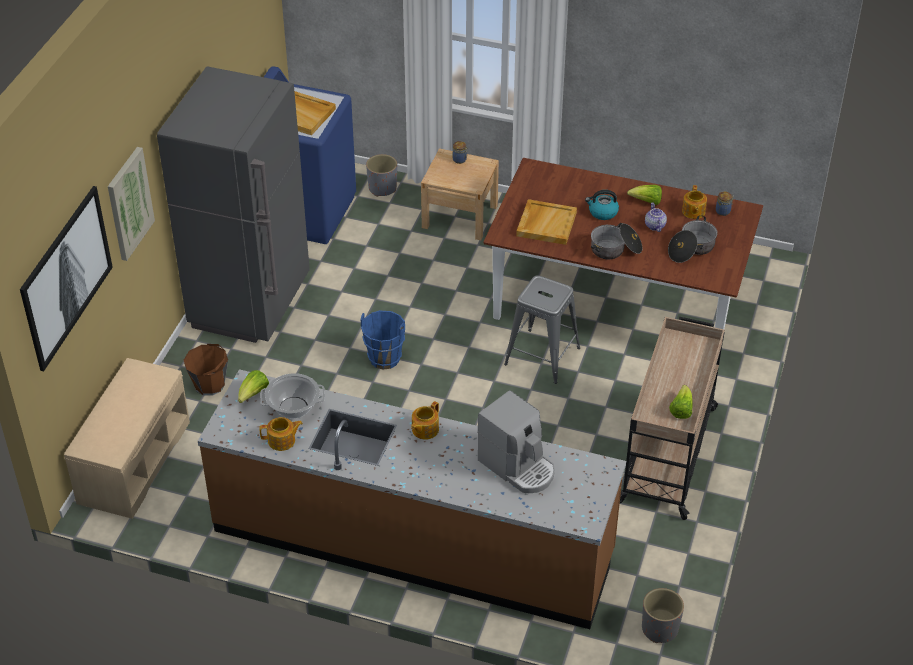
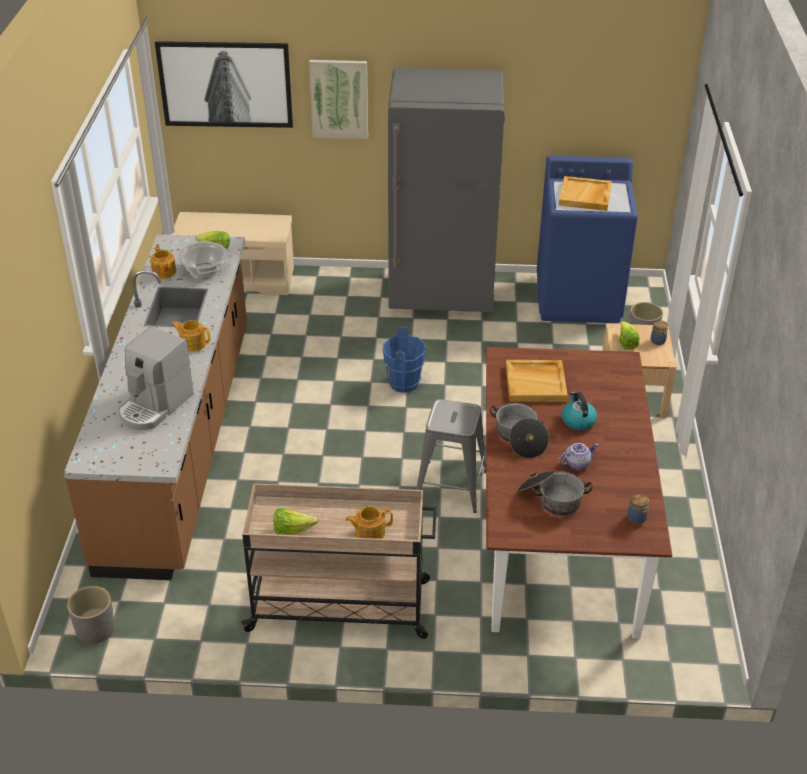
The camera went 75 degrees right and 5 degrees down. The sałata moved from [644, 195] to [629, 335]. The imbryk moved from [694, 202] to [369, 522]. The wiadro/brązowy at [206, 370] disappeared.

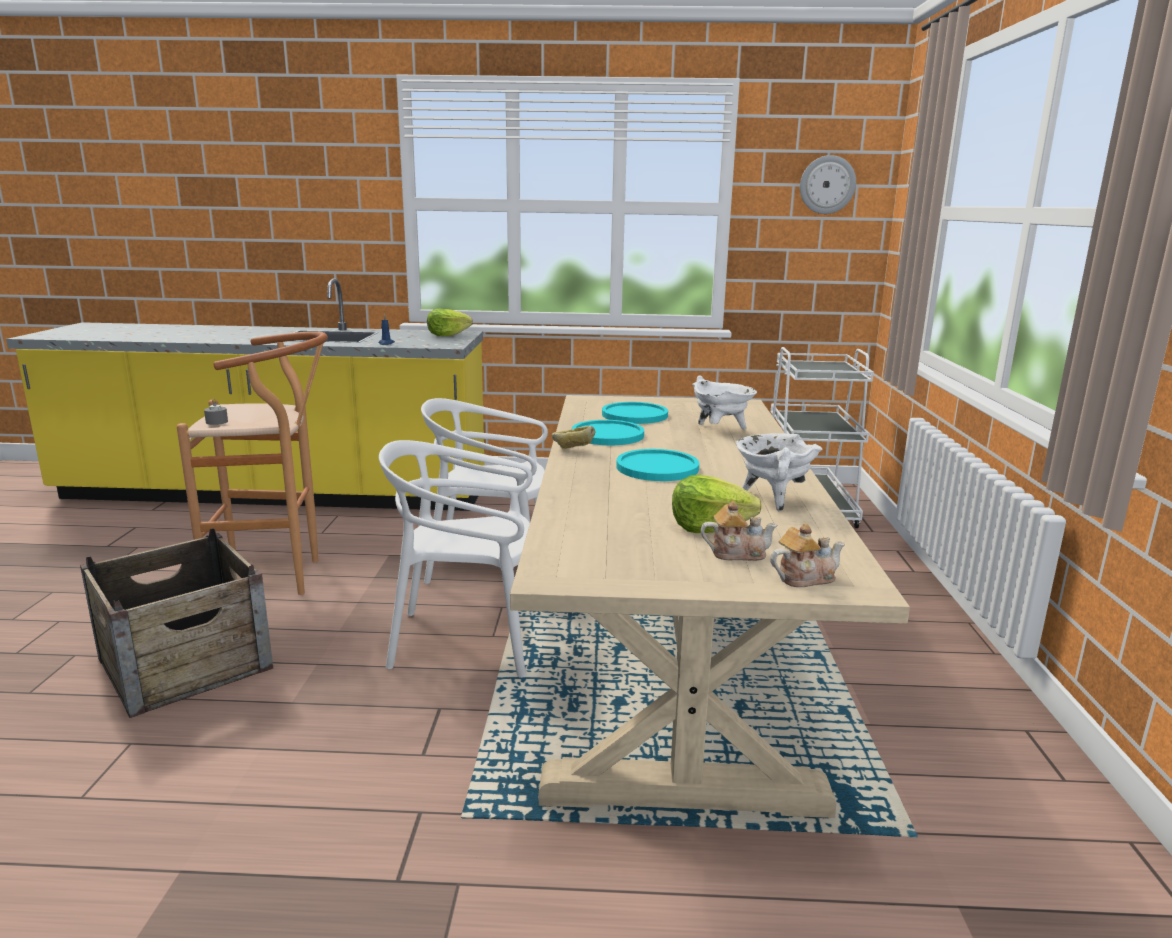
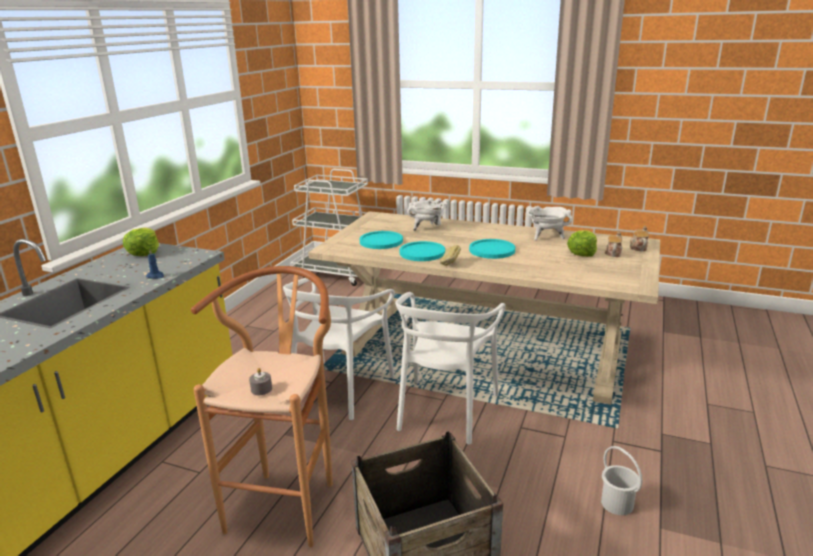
The camera went 70 degrees left and 5 degrees up. The zegar ścienny at [828, 184] disappeared. The wiadro/biały at [621, 480] appeared.

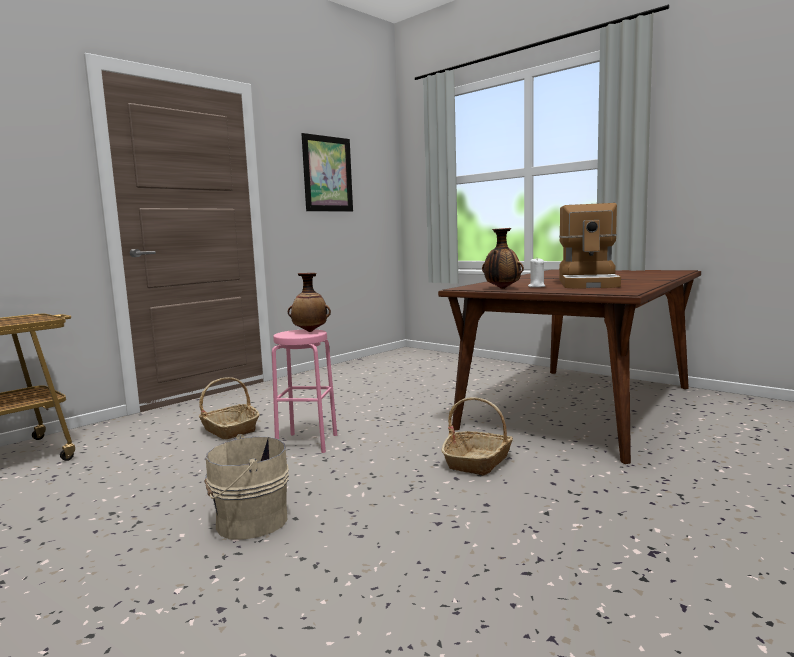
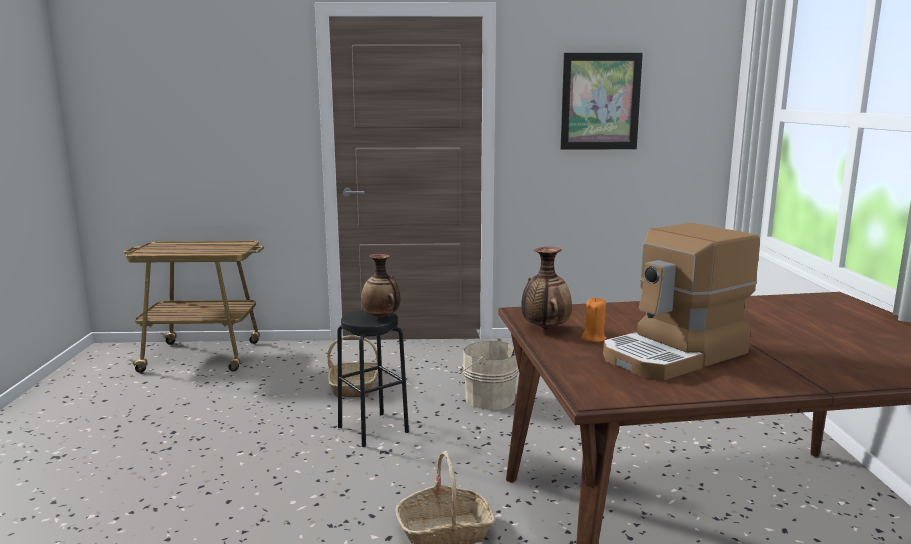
The camera went 45 degrees right and 5 degrees up. The świeca/biały at [536, 272] became the świeca/pomarańczowy at [594, 320]. The stołek/różowy at [304, 391] became the stołek/czarny at [373, 378]. The wiadro/beżowy moved from [246, 487] to [488, 374].

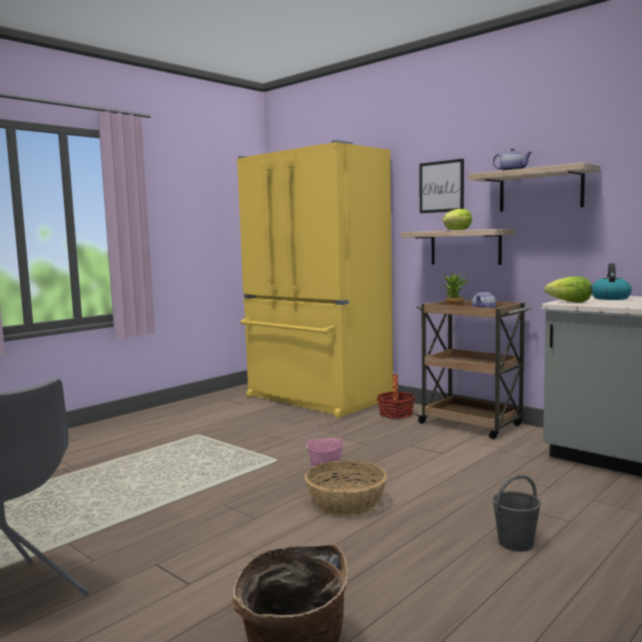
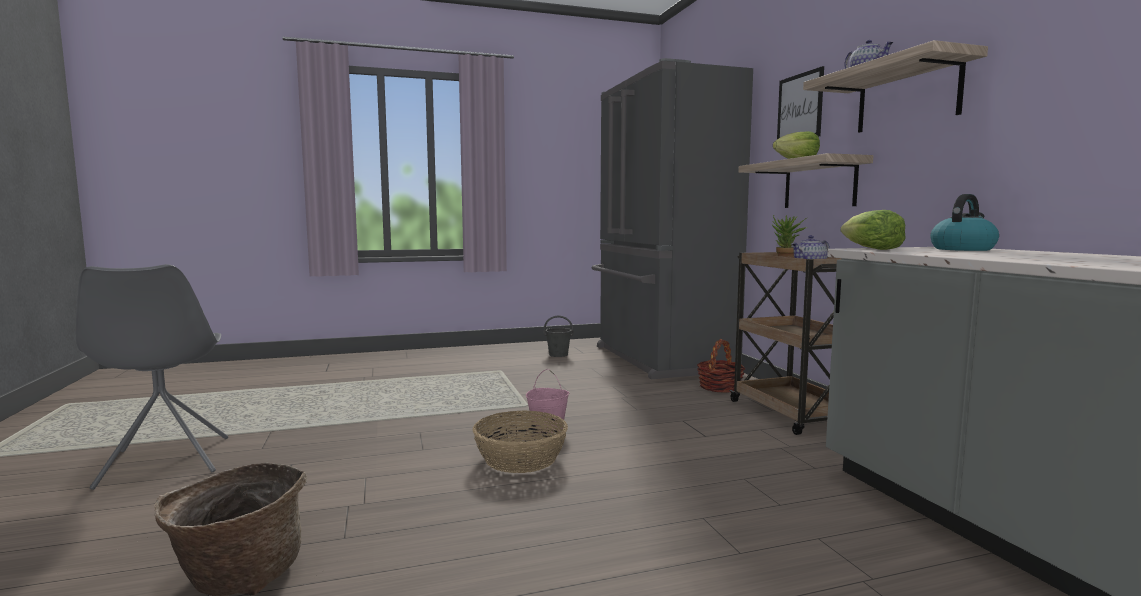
The camera went 30 degrees right and 0 degrees up. The lodówka/żółty at [315, 279] became the lodówka/szary at [672, 218]. The wiadro/szary moved from [516, 513] to [558, 336].

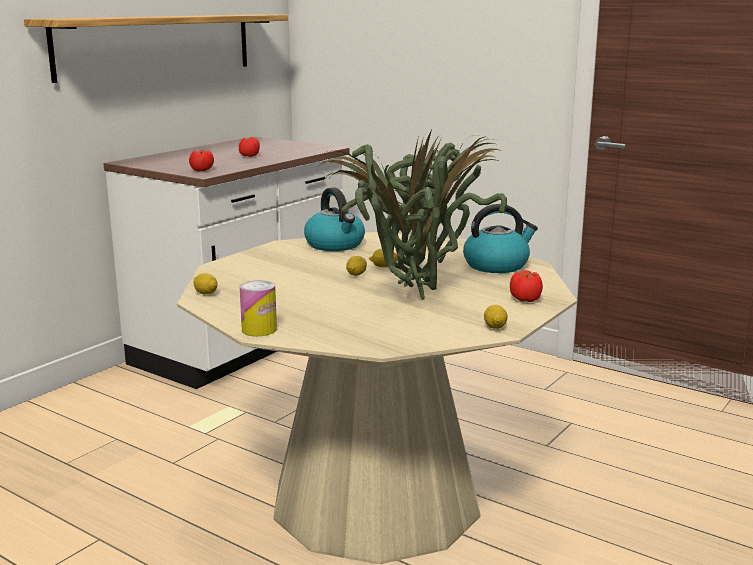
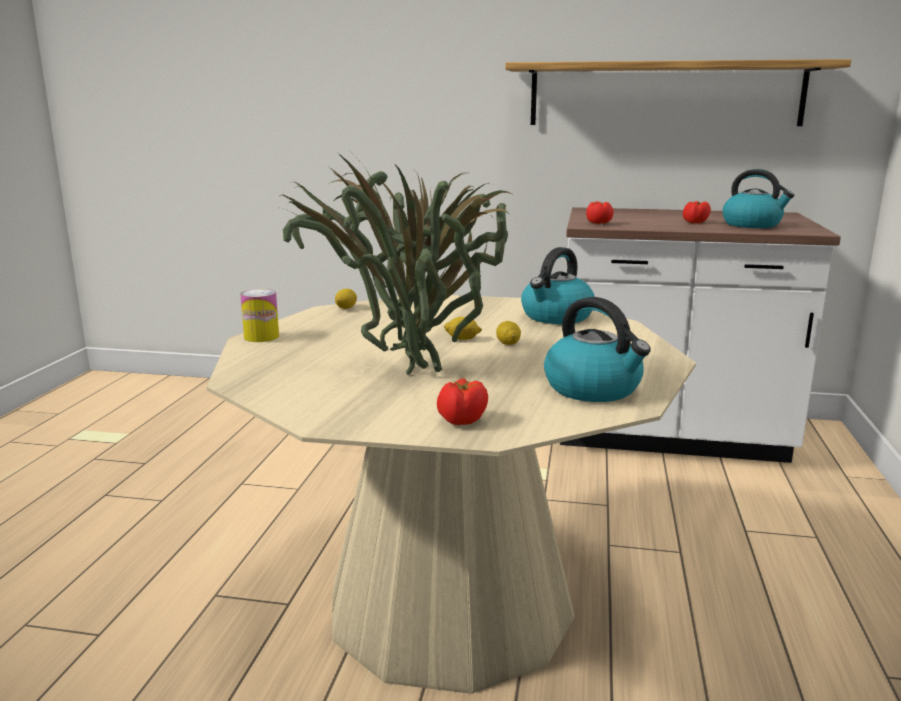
The camera went 65 degrees right and 0 degrees up. The cytryna at [495, 317] disappeared. The czajnik at [758, 198] appeared.

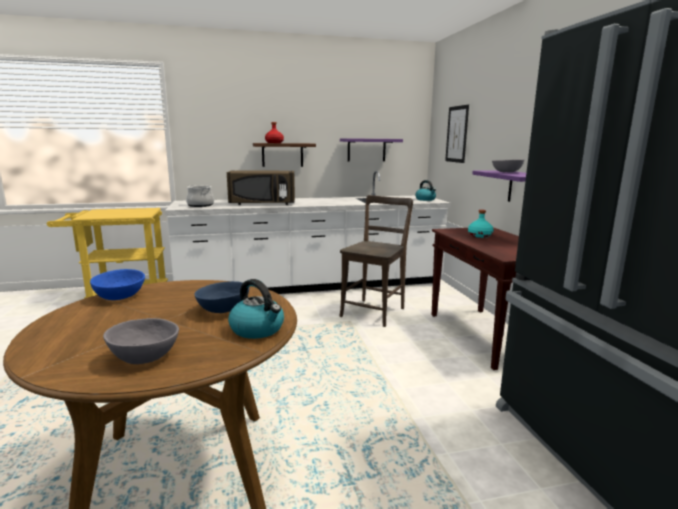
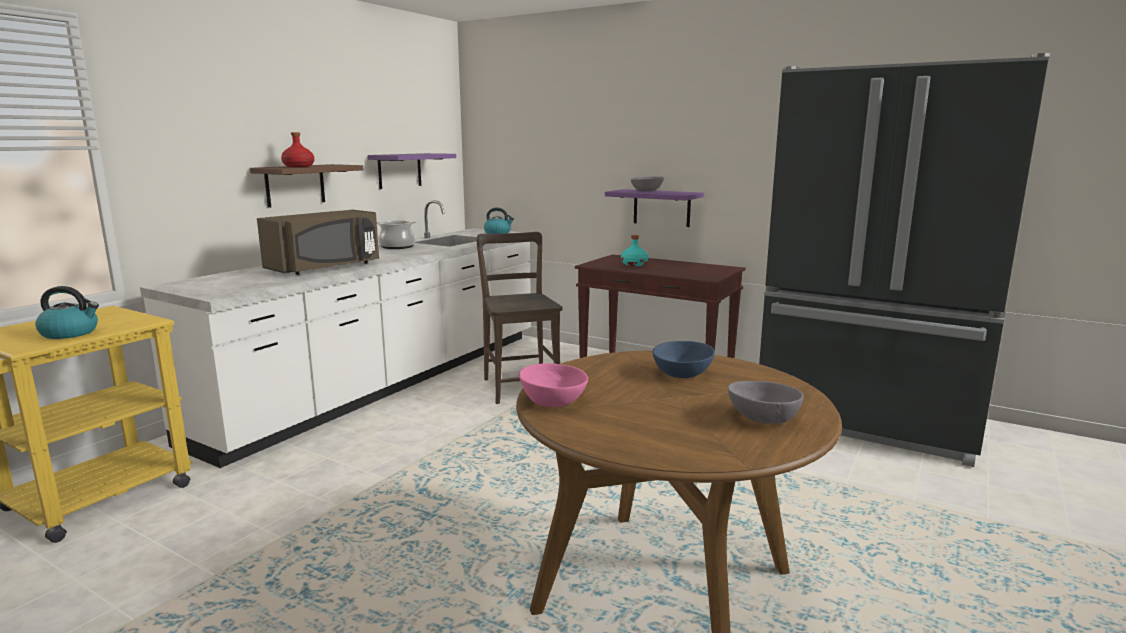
The camera went 45 degrees left and 0 degrees up. The obraz at [457, 134] disappeared. The garnek moved from [200, 196] to [397, 234]. The miska/niebieski at [117, 284] became the miska/różowy at [553, 385]. The czajnik moved from [256, 309] to [67, 312].

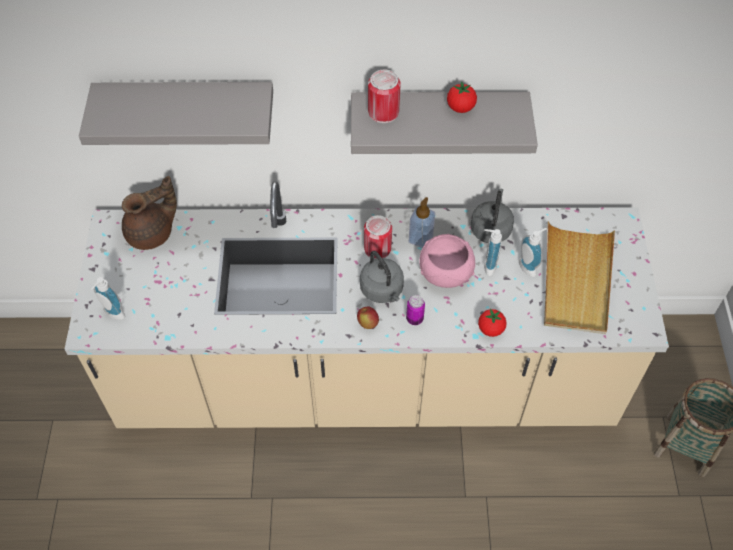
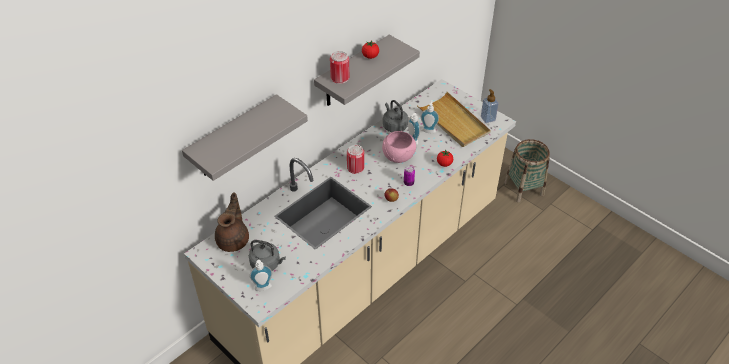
The camera went 45 degrees left and 10 degrees down. The dozownik mydła moved from [422, 222] to [489, 106]. The czajnik/szary moved from [382, 277] to [267, 255].

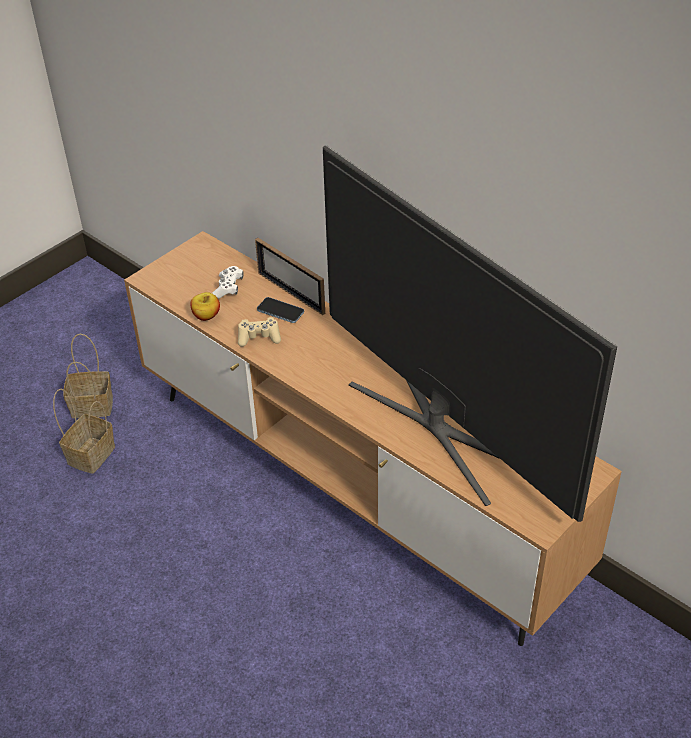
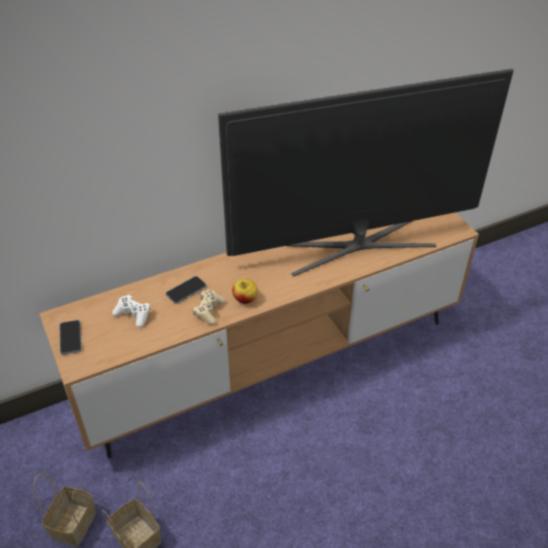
The camera went 70 degrees left and 0 degrees up. The ramka na zdjęcie at [290, 276] disappeared. The jabłko moved from [205, 306] to [245, 291]. The telefon at [71, 337] appeared.

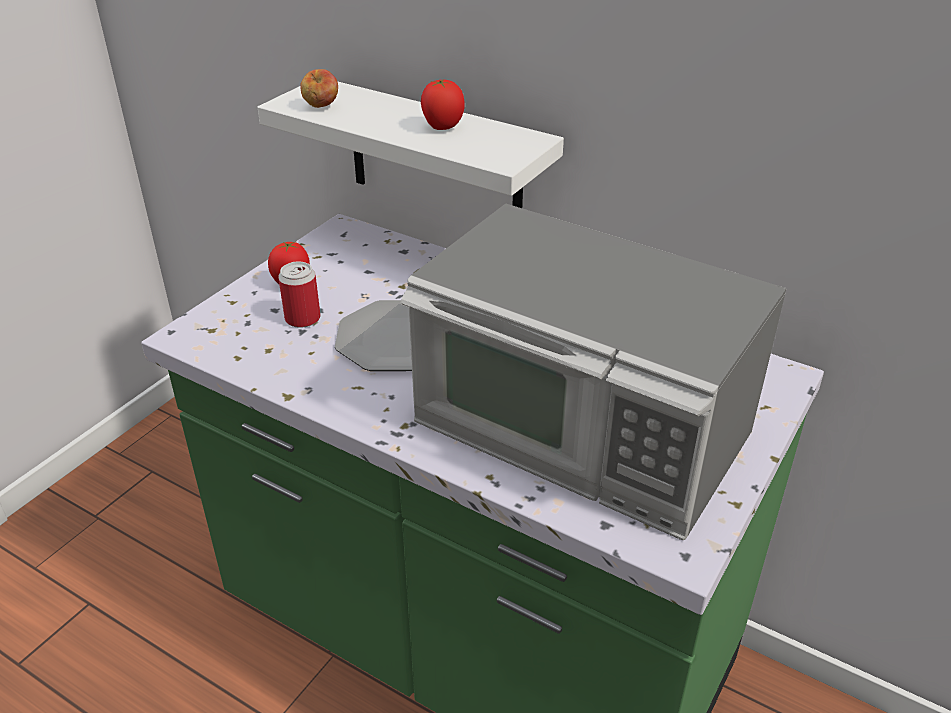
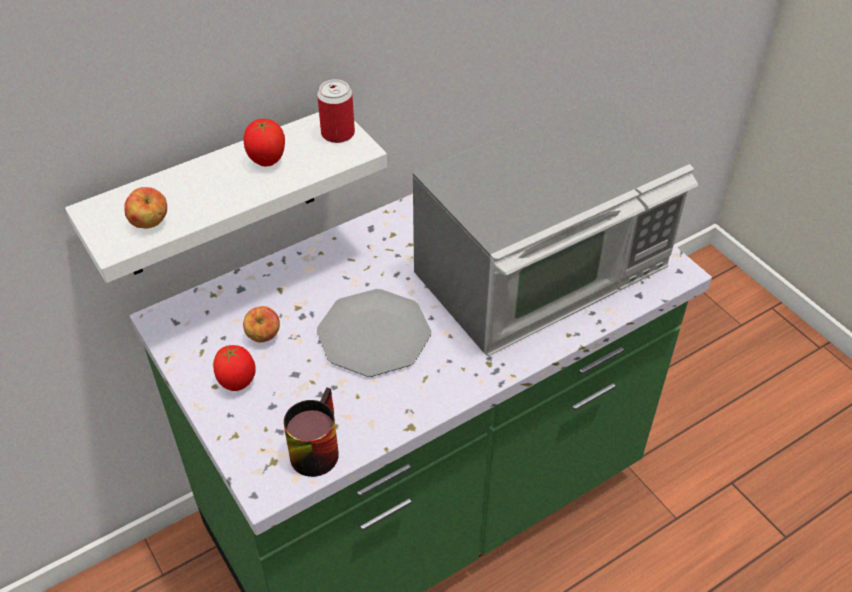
The camera went 65 degrees left and 10 degrees up. The puszka moved from [299, 294] to [336, 111]. The jabłko at [261, 324] appeared. The kubek at [311, 432] appeared.

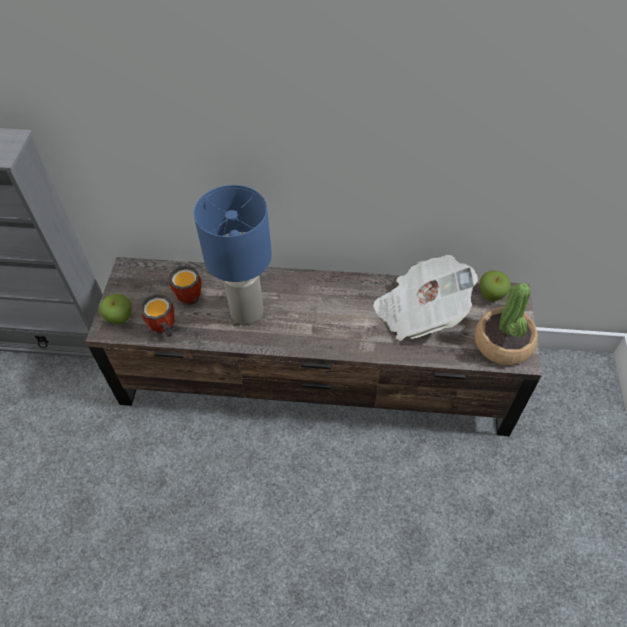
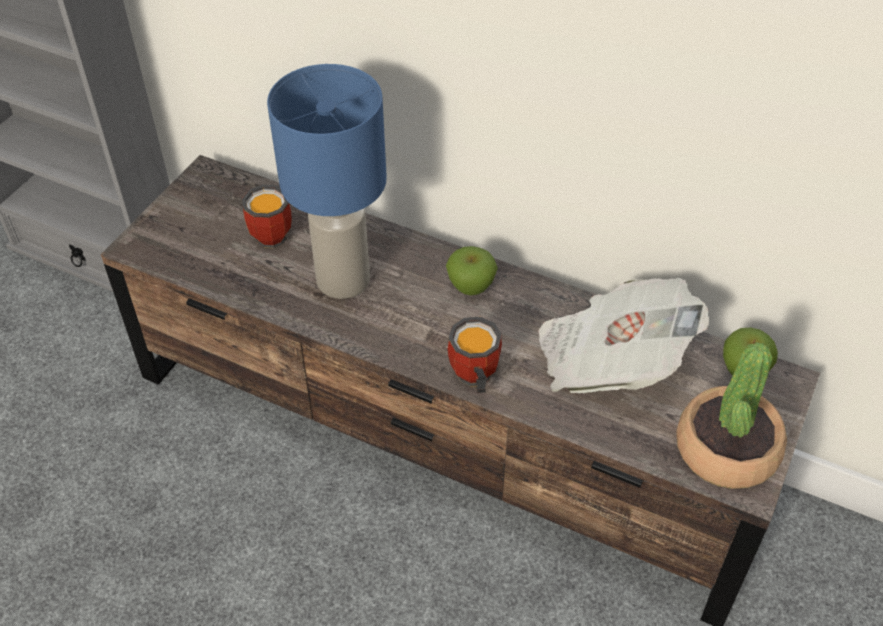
The camera went 20 degrees right and 5 degrees down. The jabłko moved from [115, 309] to [472, 270]. The kubek moved from [157, 315] to [475, 355].

